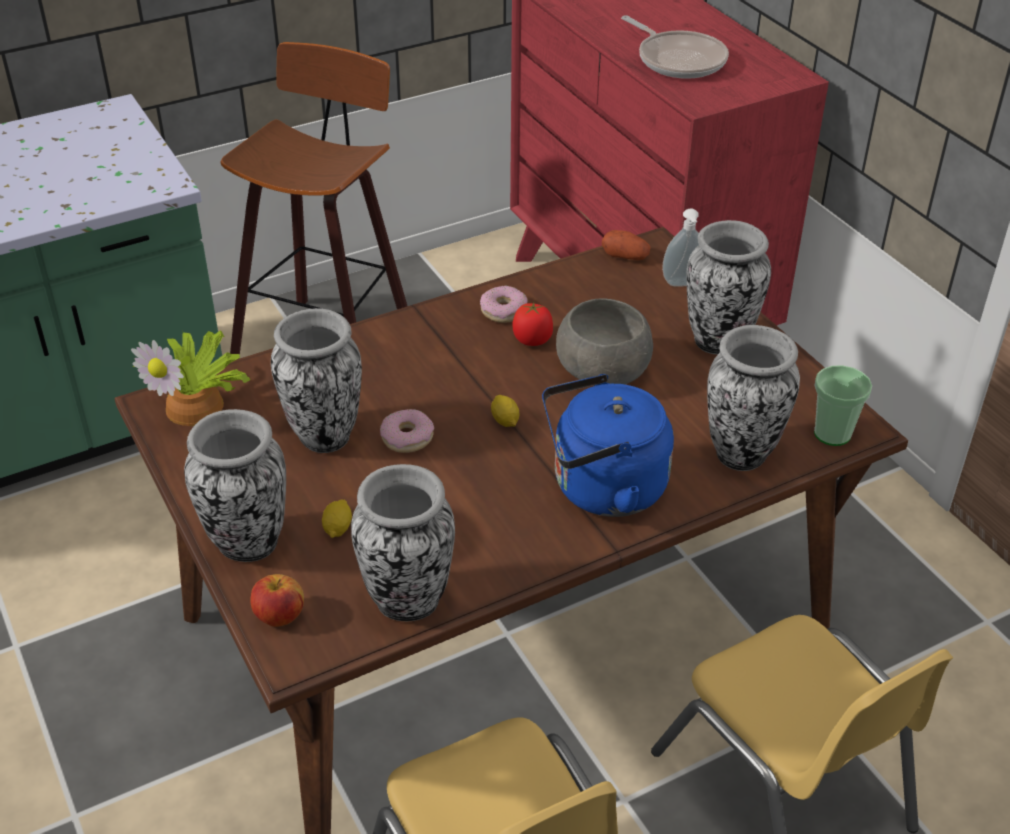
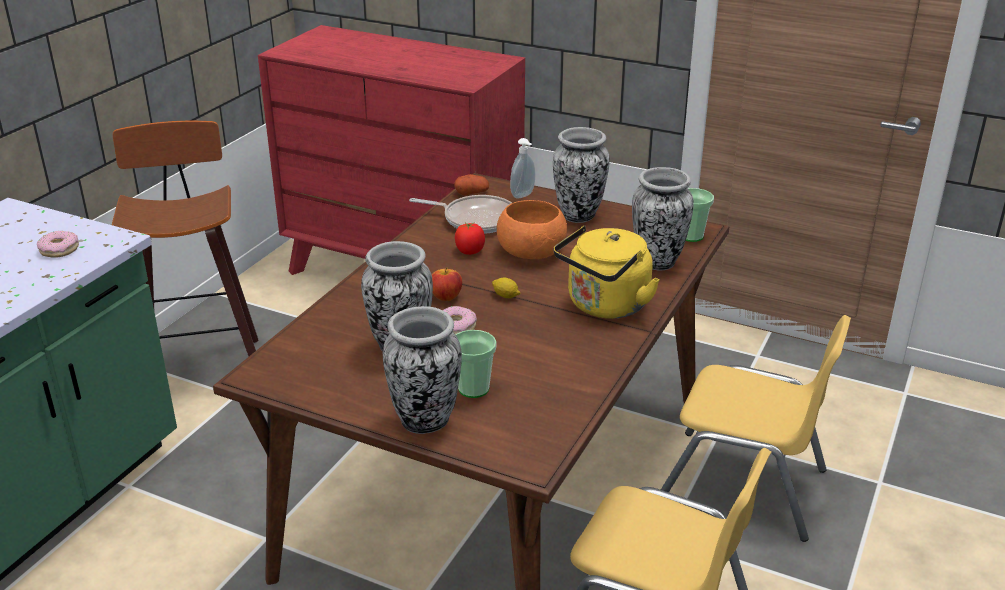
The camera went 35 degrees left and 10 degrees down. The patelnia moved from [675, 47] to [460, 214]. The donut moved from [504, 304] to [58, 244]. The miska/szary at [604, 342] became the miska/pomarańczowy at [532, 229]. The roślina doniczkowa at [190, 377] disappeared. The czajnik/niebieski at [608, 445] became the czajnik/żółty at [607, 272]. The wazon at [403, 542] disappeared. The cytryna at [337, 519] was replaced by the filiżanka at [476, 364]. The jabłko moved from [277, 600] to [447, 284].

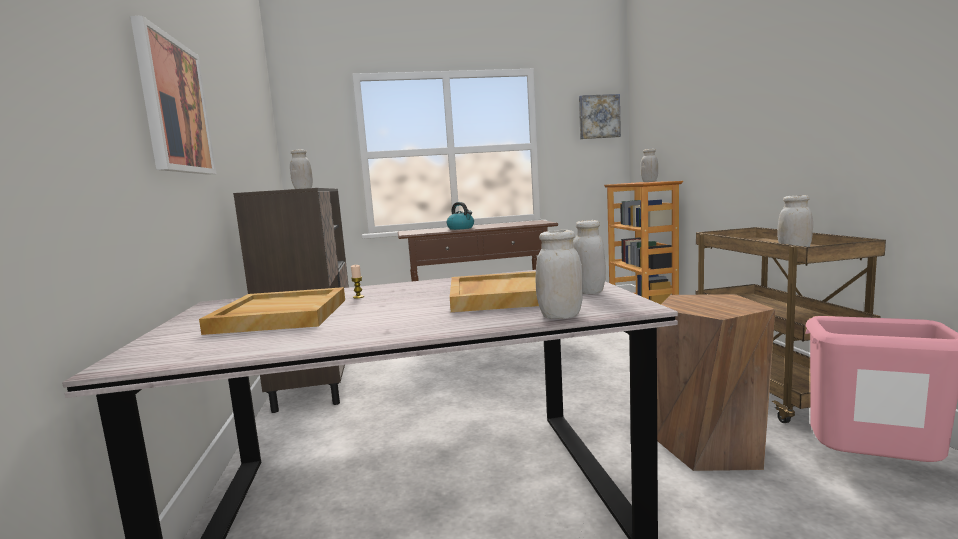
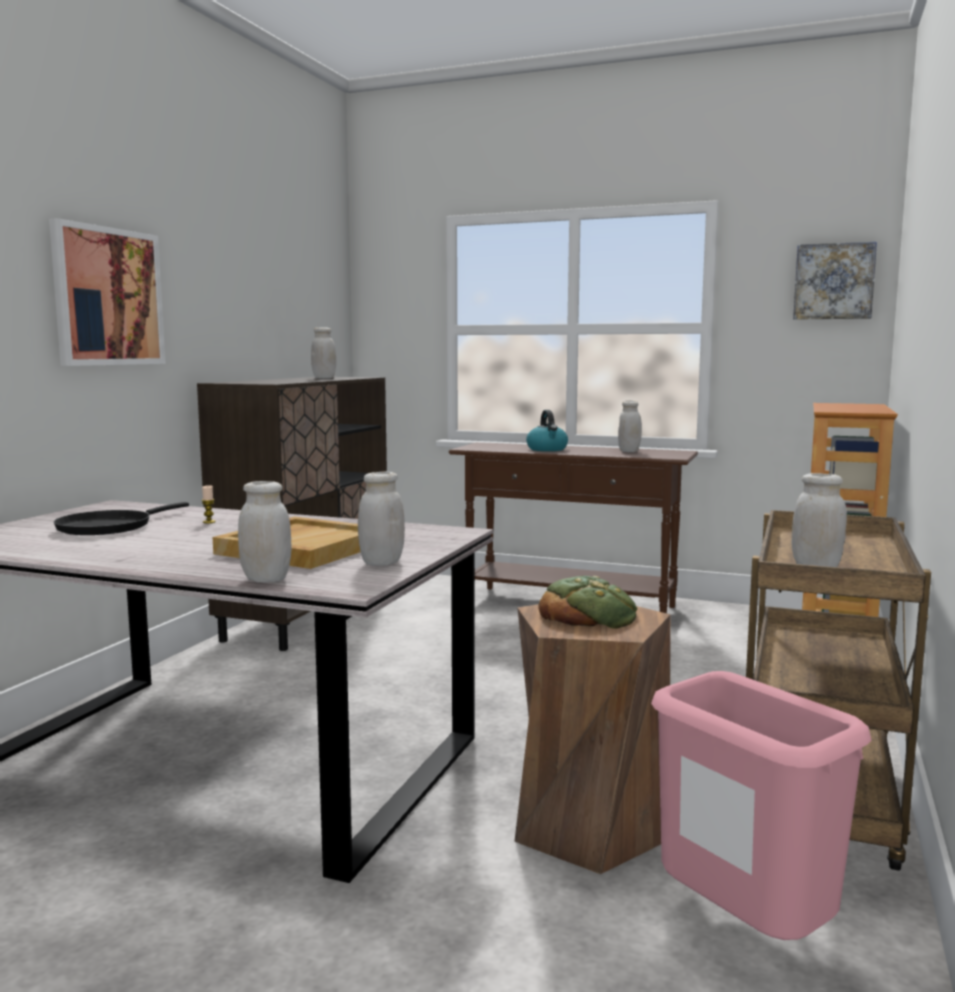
The camera went 30 degrees right and 0 degrees up. The słoik/biały moved from [649, 165] to [630, 426]. The taca/beżowy at [272, 311] was replaced by the patelnia/czarny at [121, 518]. The chleb at [587, 602] appeared.

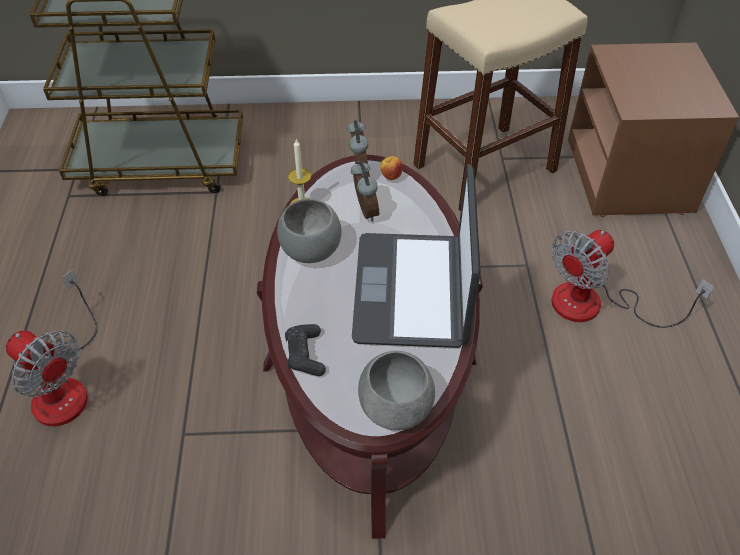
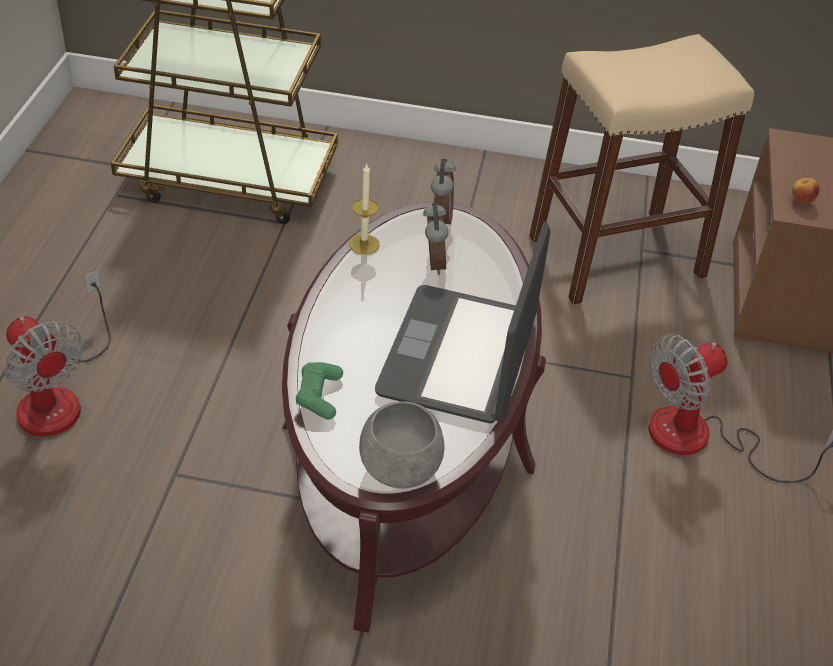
The camera went 10 degrees right and 5 degrees down. The jabłko moved from [391, 168] to [806, 191]. The miska/szary at [309, 231] disappeared. The pad do gier/czarny at [305, 350] became the pad do gier/zielony at [319, 391].

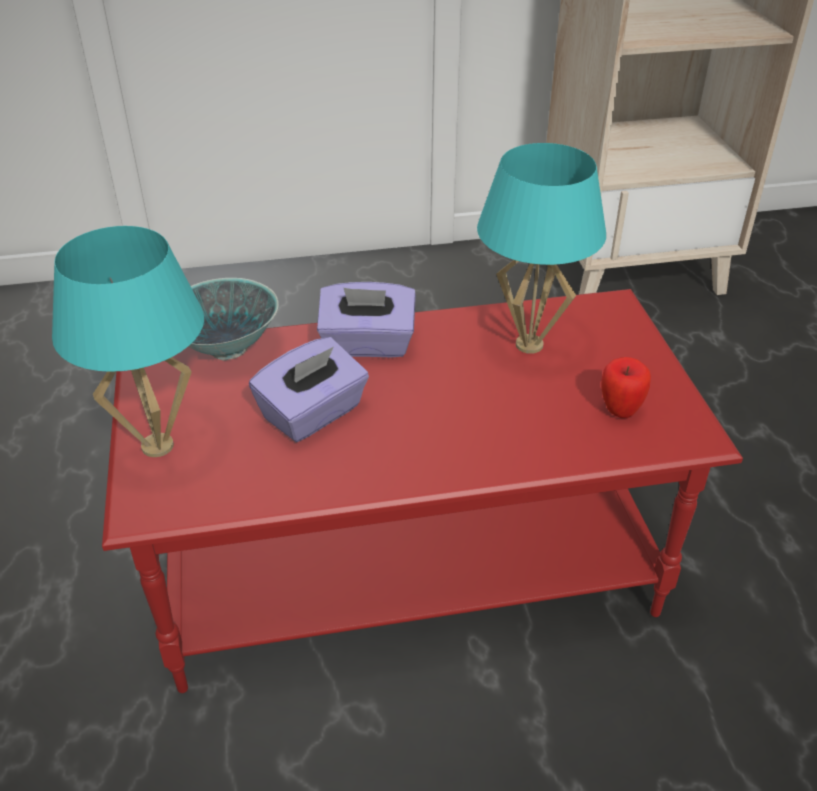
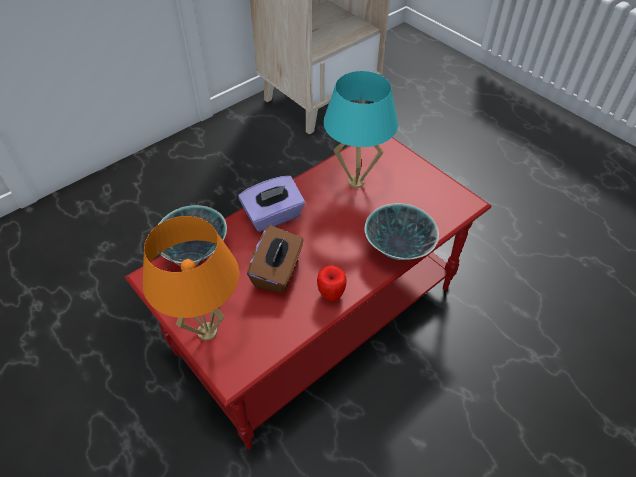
The camera went 30 degrees left and 10 degrees up. The lampa stołowa/turkusowy at [128, 341] became the lampa stołowa/pomarańczowy at [191, 278]. The pudełko chusteczek/fioletowy at [309, 389] became the pudełko chusteczek/brązowy at [275, 259]. The jabłko moved from [626, 387] to [332, 283]. The miska at [401, 231] appeared.

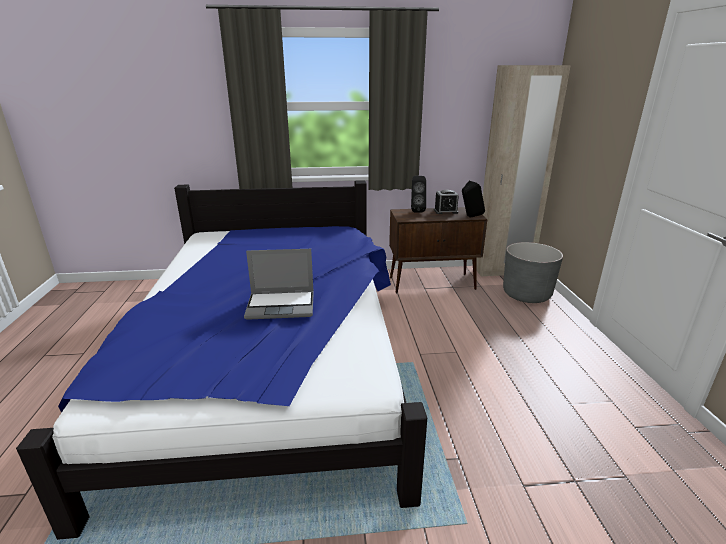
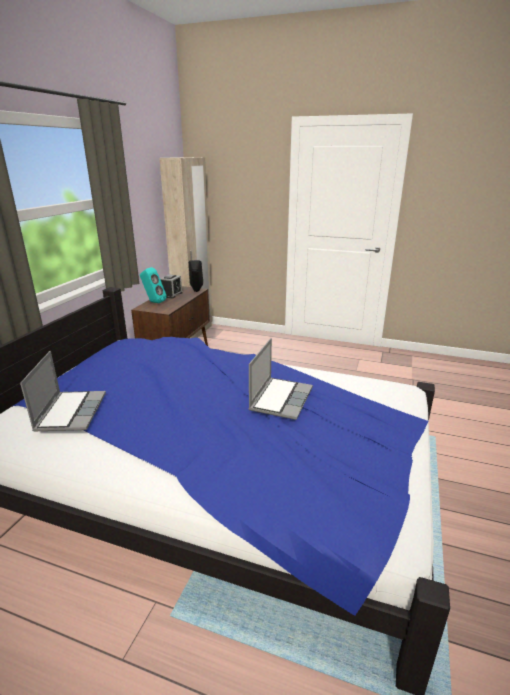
The camera went 65 degrees left and 0 degrees up. The głośnik/czarny at [418, 194] became the głośnik/turkusowy at [153, 285]. The donica/szary at [533, 272] disappeared. The laptop at [63, 391] appeared.

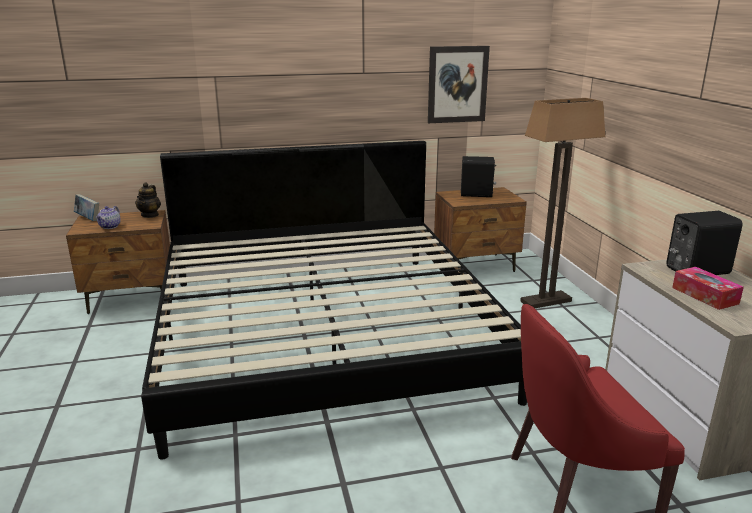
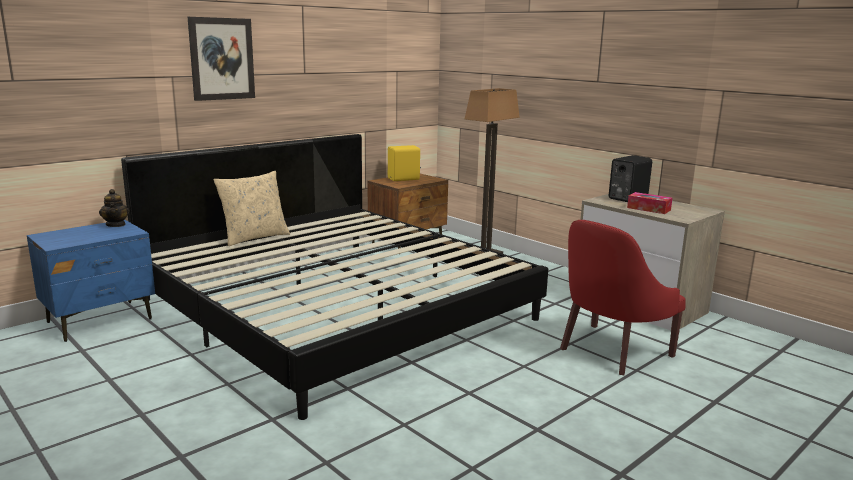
The camera went 30 degrees left and 5 degrees down. The obraz moved from [459, 84] to [221, 59]. The głośnik/czarny at [478, 176] became the głośnik/żółty at [404, 163]. The książka at [86, 207] disappeared. The imbryk at [108, 217] disappeared. The szafka nocna/brązowy at [118, 262] became the szafka nocna/niebieski at [91, 281]. The poduszka/beżowy at [251, 208] appeared.

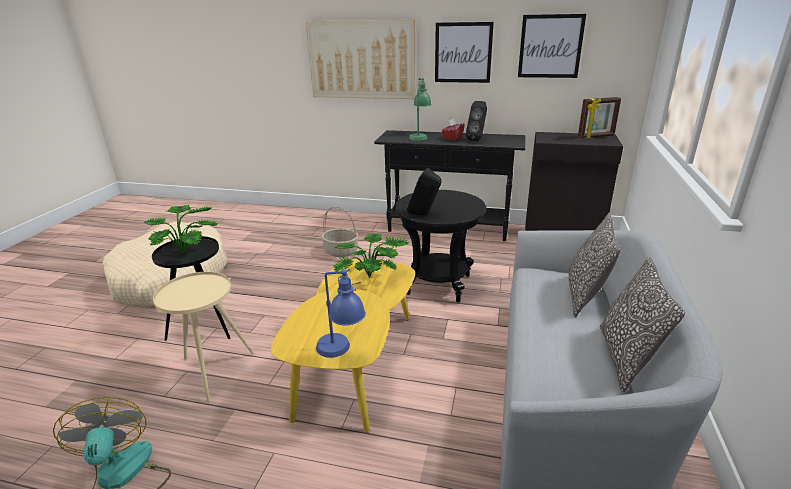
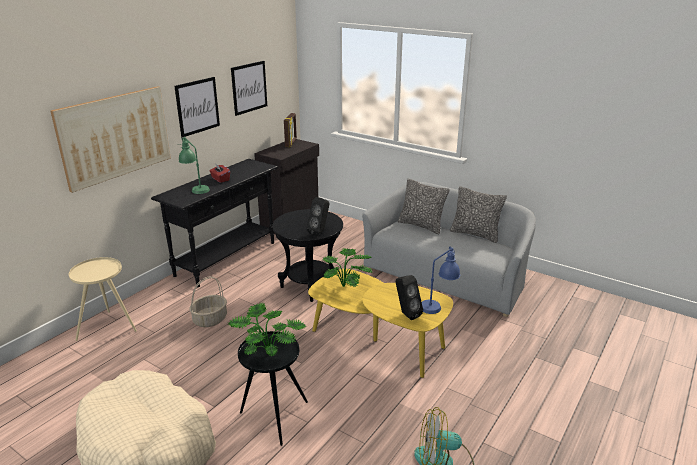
The camera went 70 degrees left and 0 degrees up. The głośnik/czarny moved from [476, 121] to [409, 297]. The stolik/beżowy moved from [203, 337] to [103, 299].

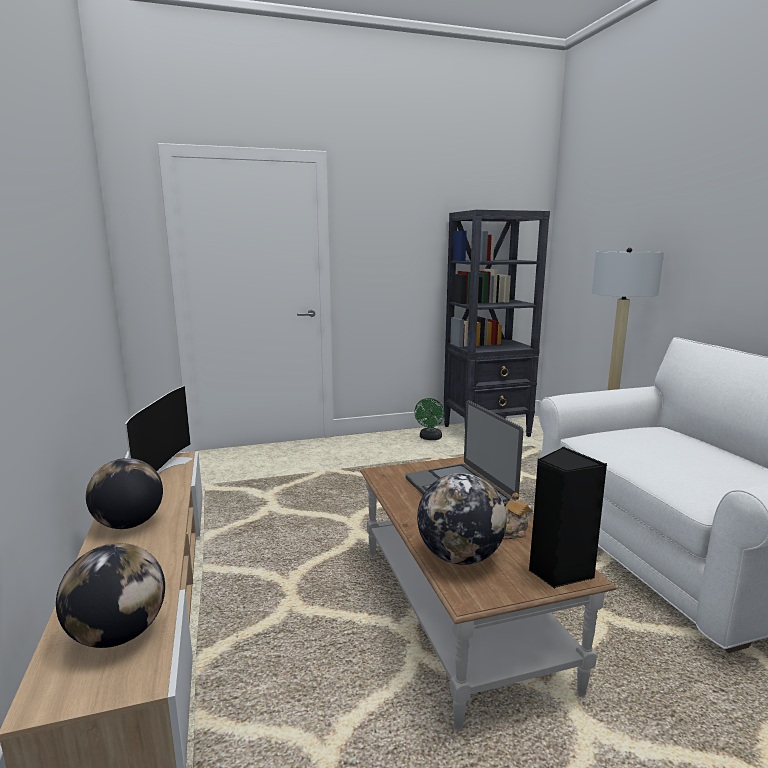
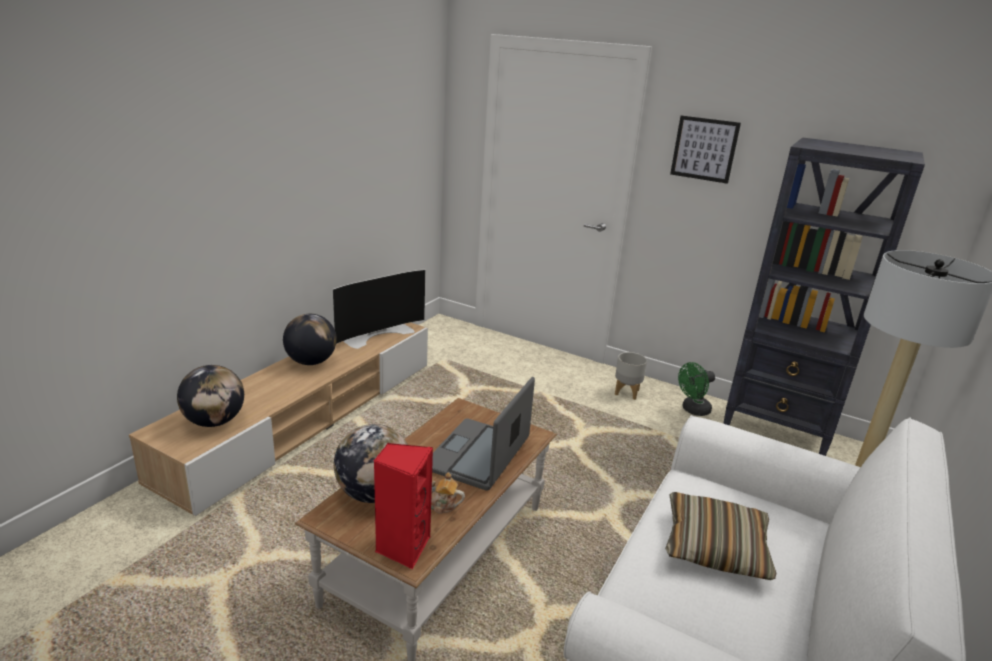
The camera went 45 degrees right and 10 degrees up. The głośnik/czarny at [568, 518] became the głośnik/czerwony at [403, 506]. The obraz at [705, 150] appeared. The donica/szary at [631, 376] appeared. The poduszka at [720, 536] appeared.

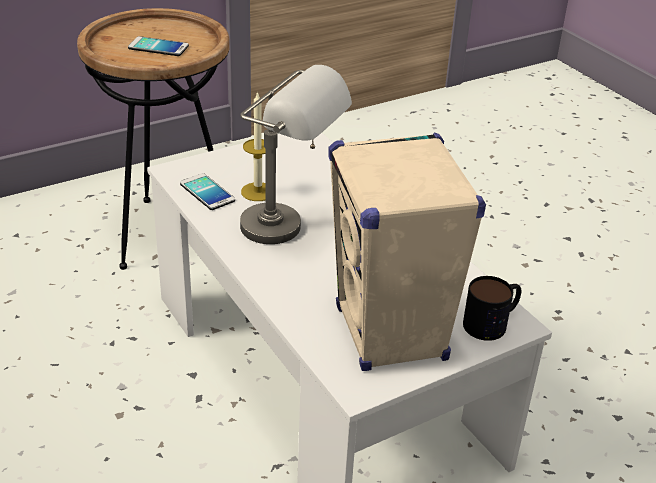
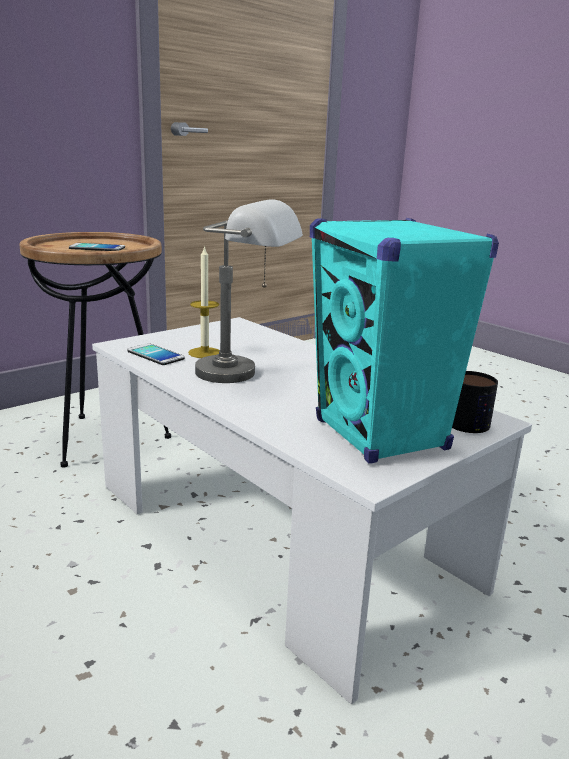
The camera went 10 degrees left and 15 degrees down. The głośnik/beżowy at [407, 251] became the głośnik/turkusowy at [404, 340].

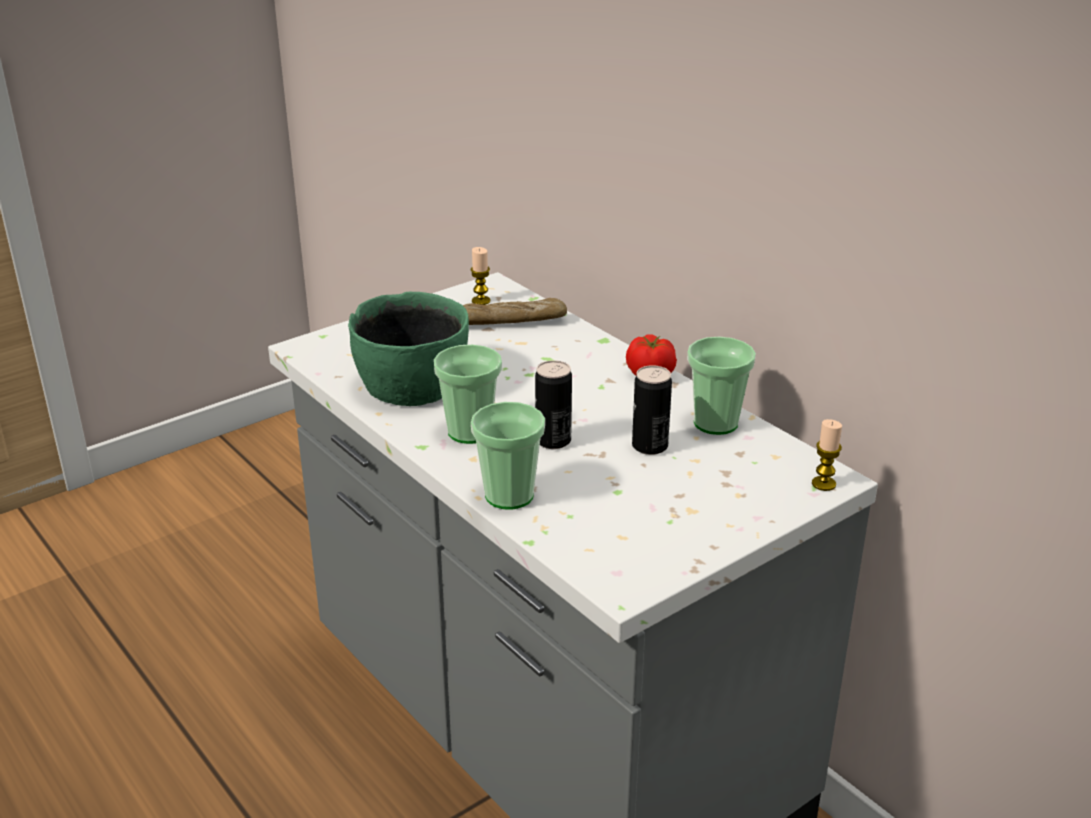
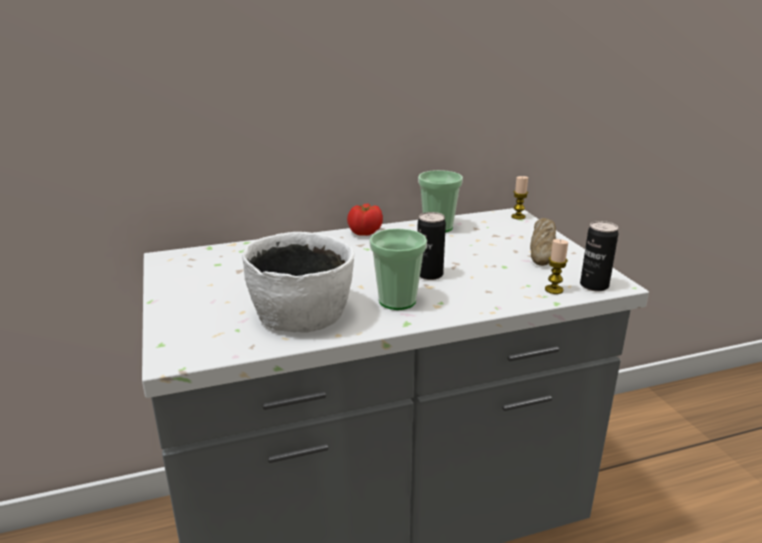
The camera went 70 degrees left and 5 degrees down. The świeca moved from [480, 276] to [556, 266]. The miska/zielony at [408, 349] became the miska/biały at [298, 282]. The chleb moved from [515, 311] to [543, 242]. The puszka moved from [652, 410] to [599, 256]. The filiżanka at [508, 456] disappeared.

